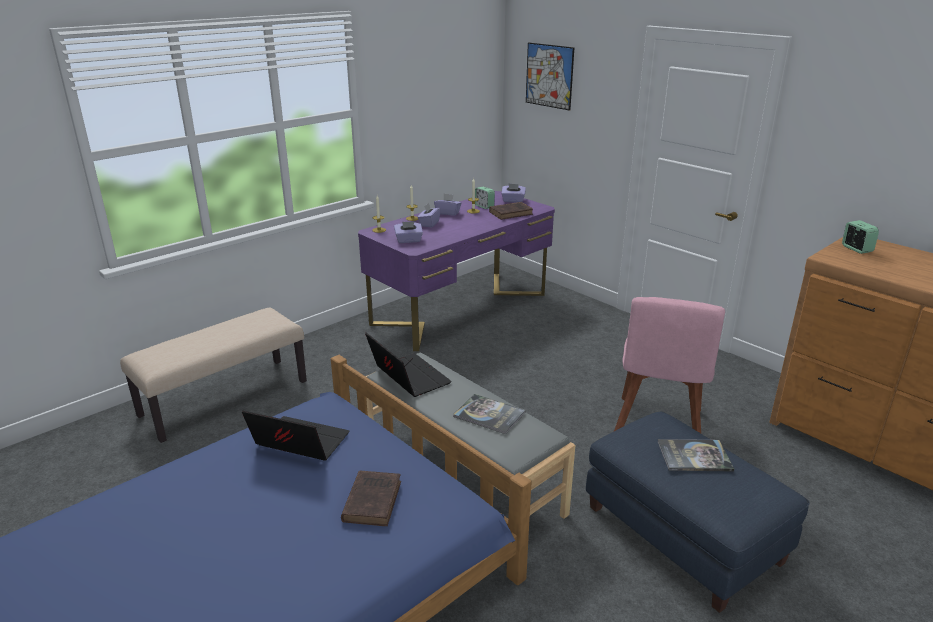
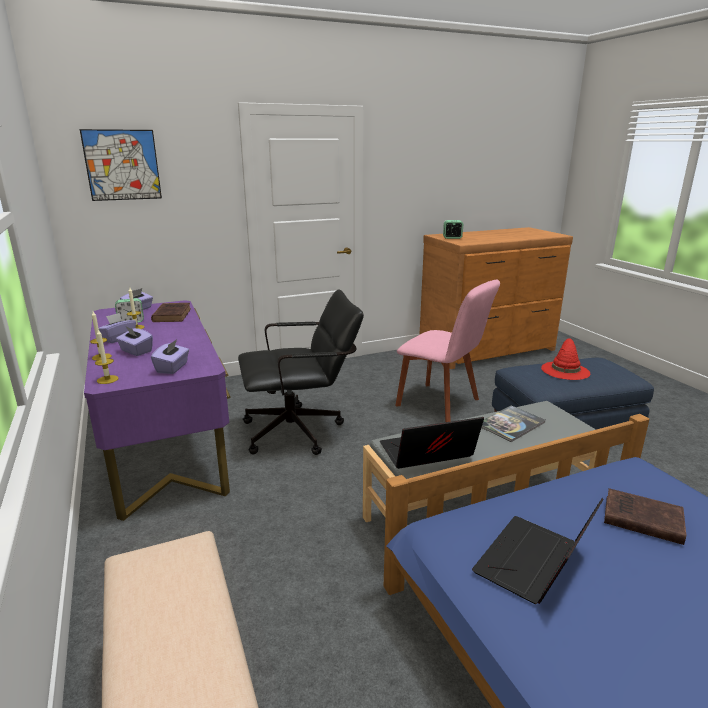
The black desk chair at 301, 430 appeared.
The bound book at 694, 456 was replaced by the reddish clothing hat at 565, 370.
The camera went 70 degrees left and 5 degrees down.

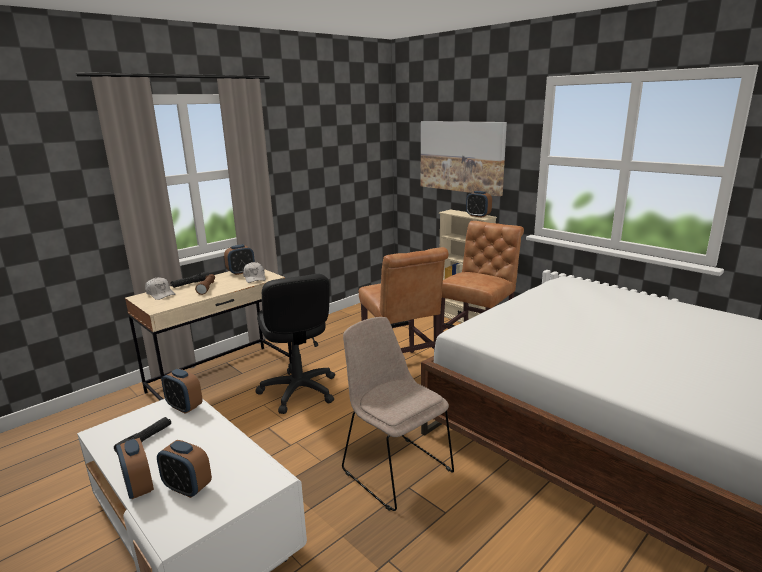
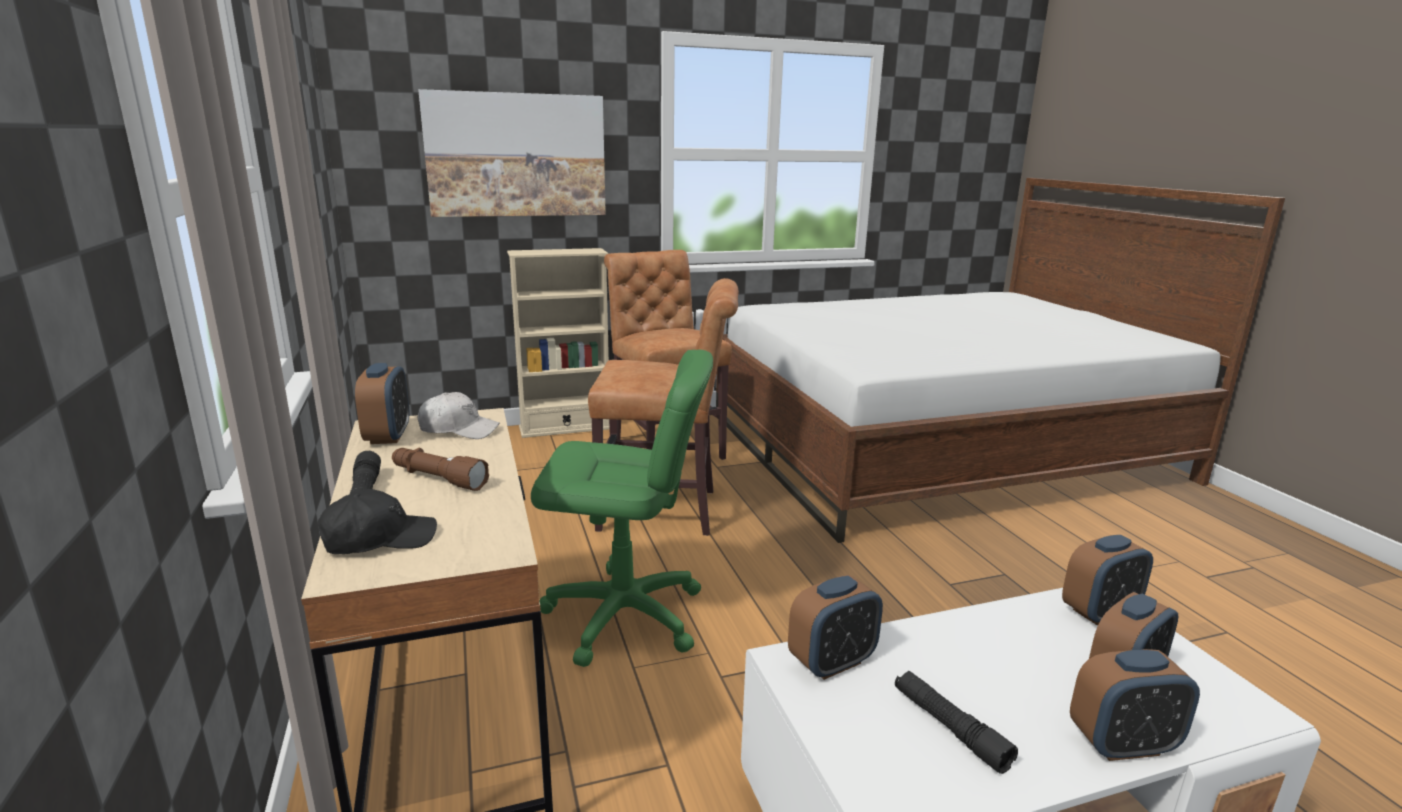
The beige-coloured plain chair at 395, 469 disappeared.
The alarm clock moved from 478, 216 to 1099, 612.
The white-coloured cap at 160, 294 became the black cap at 379, 539.
The black desk chair at 298, 391 became the green desk chair at 624, 615.
The camera went 65 degrees left and 0 degrees up.

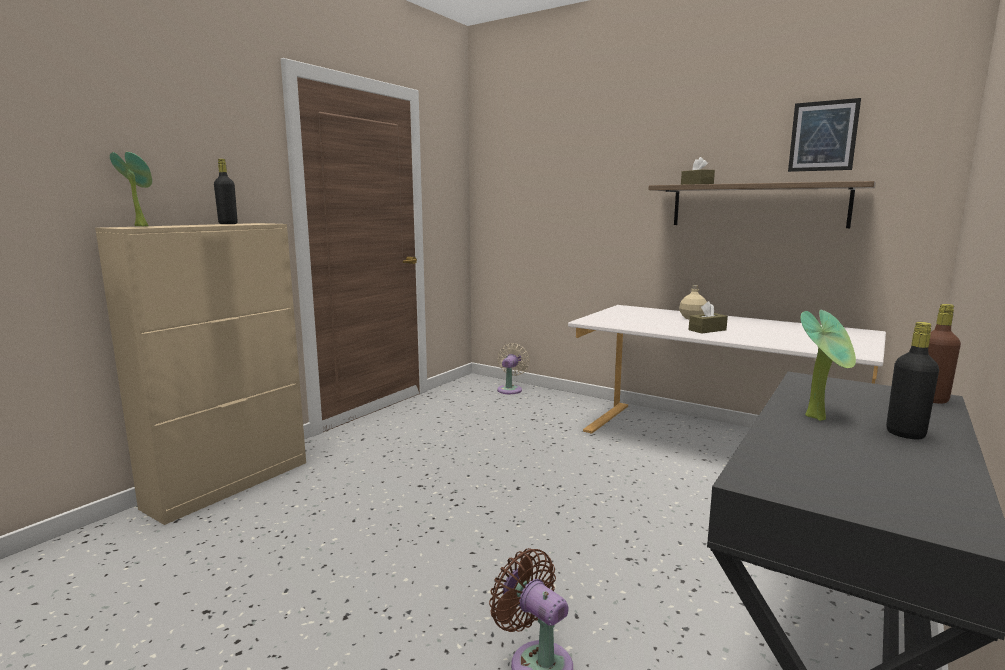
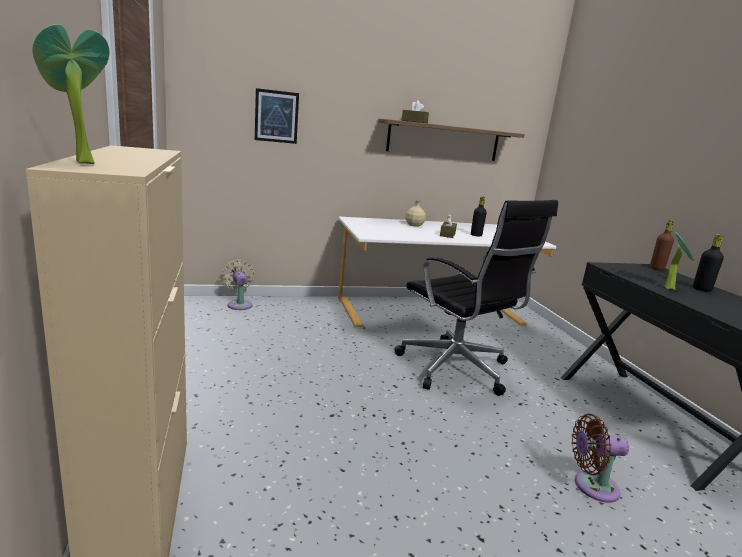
The black desk chair at 456, 369 appeared.
The black beverage bottle moved from 228, 224 to 476, 235.
The picture moved from 823, 136 to 276, 116.
The camera went 50 degrees left and 5 degrees up.

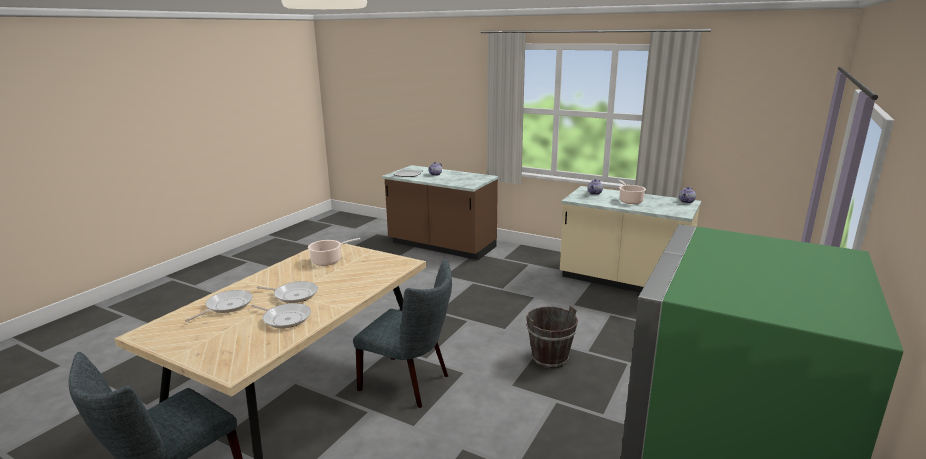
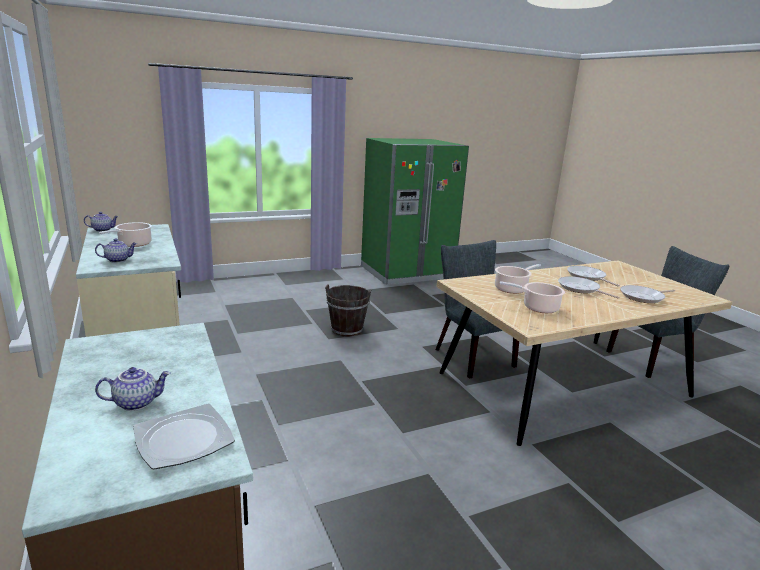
The stockpot at 512, 289 appeared.
The camera went 145 degrees left and 0 degrees up.

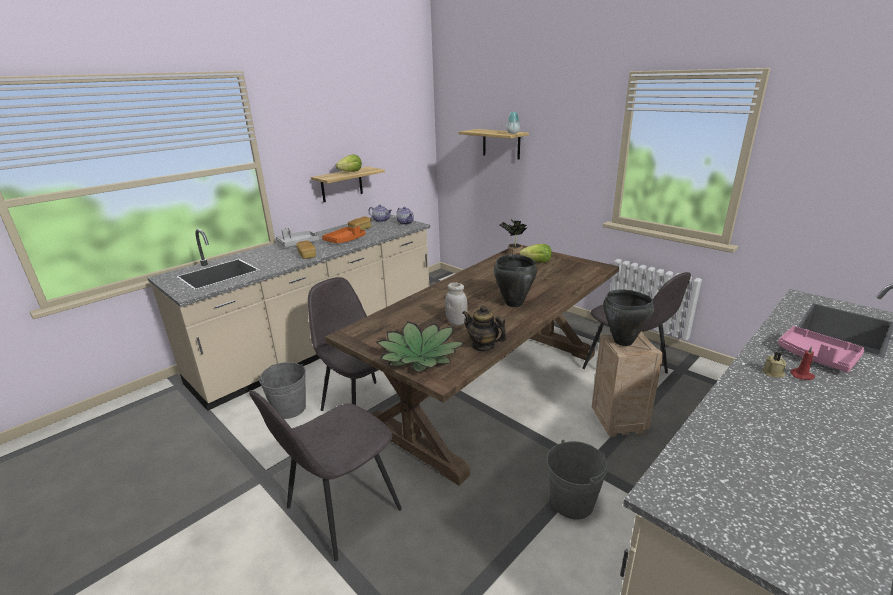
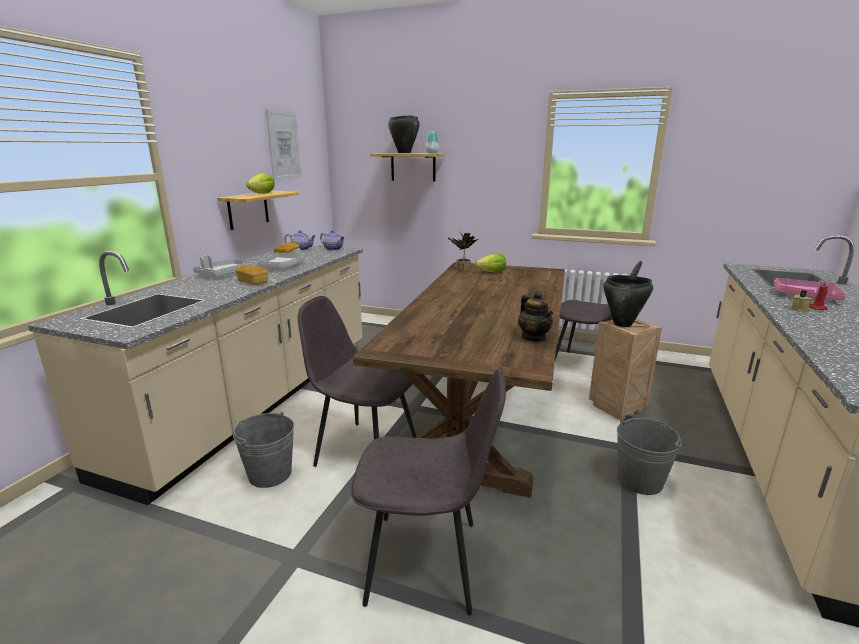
The potted plant at 420, 356 disappeared.
The white-coloured jar at 456, 322 disappeared.
The picture at 284, 145 appeared.
The black stockpot moved from 513, 303 to 404, 153.
The orangey serving tray at 345, 240 became the grey serving tray at 282, 267.
The grey plain chair at 341, 510 turned 105 degrees counterclockwise.
The teapot at 483, 346 turned 120 degrees counterclockwise.
The camera went 25 degrees left and 5 degrees down.

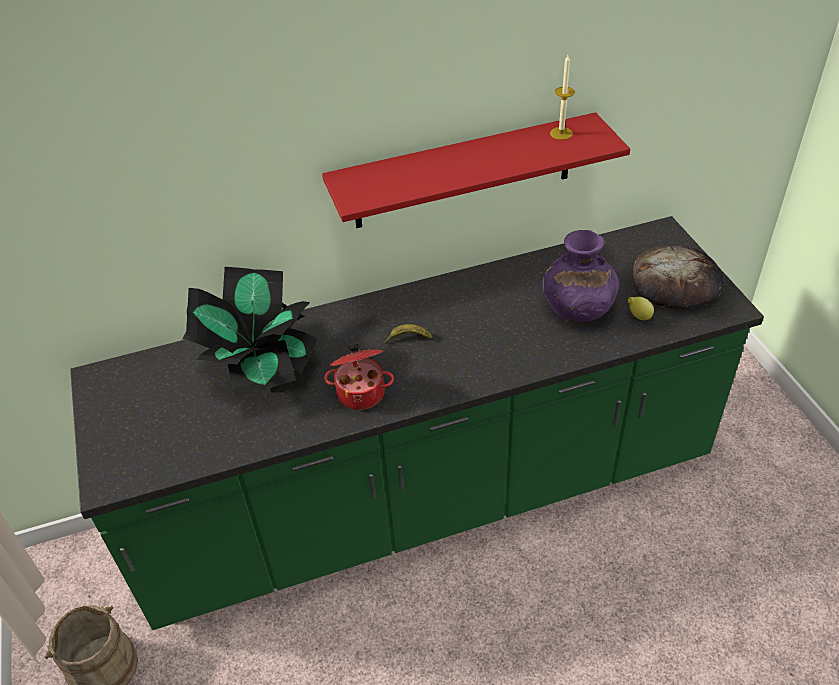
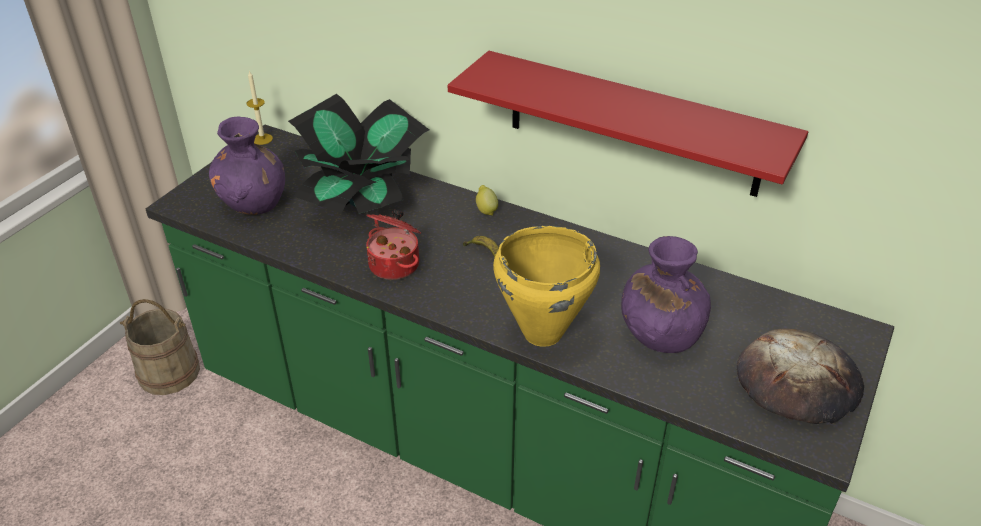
The purple flower vase at 254, 203 appeared.
The yellowish stockpot at 541, 332 appeared.
The wax light moved from 561, 133 to 262, 139.
The citrus fruit moved from 638, 316 to 486, 210.
The camera went 45 degrees right and 5 degrees down.

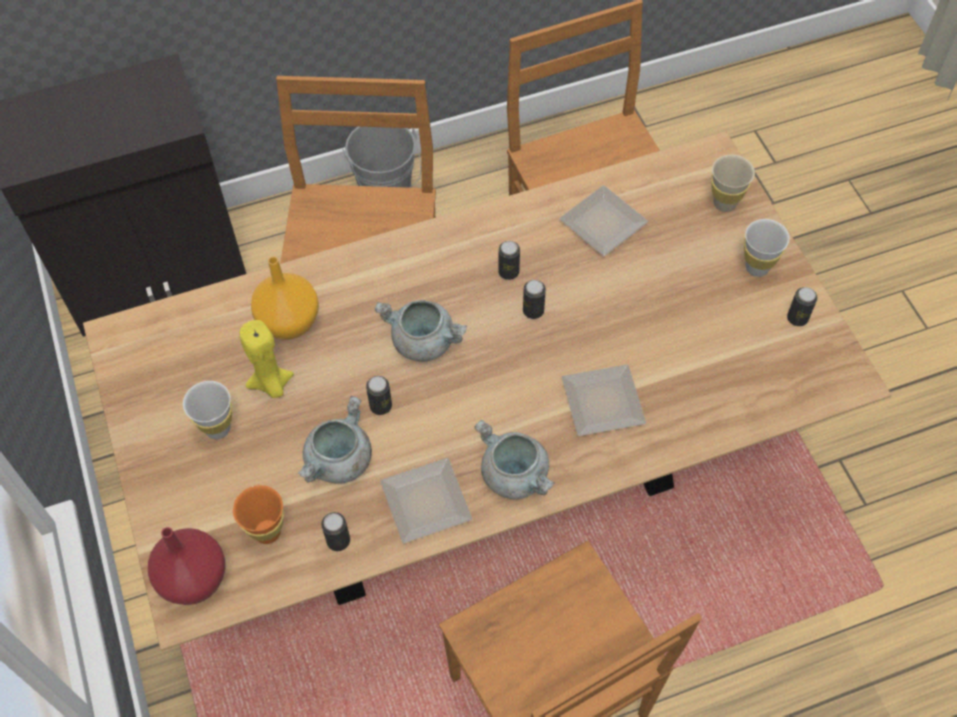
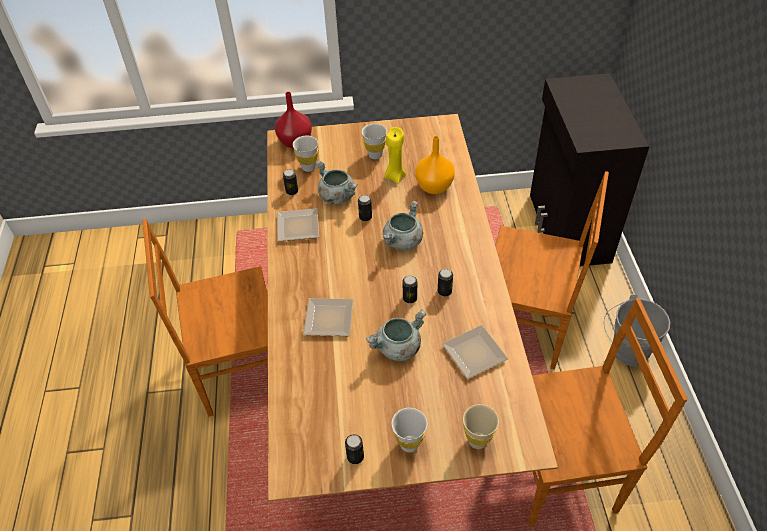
The grey stockpot moved from 515, 475 to 398, 348.
The orangey cup at 267, 532 became the white-coloured cup at 308, 167.
The camera went 105 degrees right and 10 degrees down.

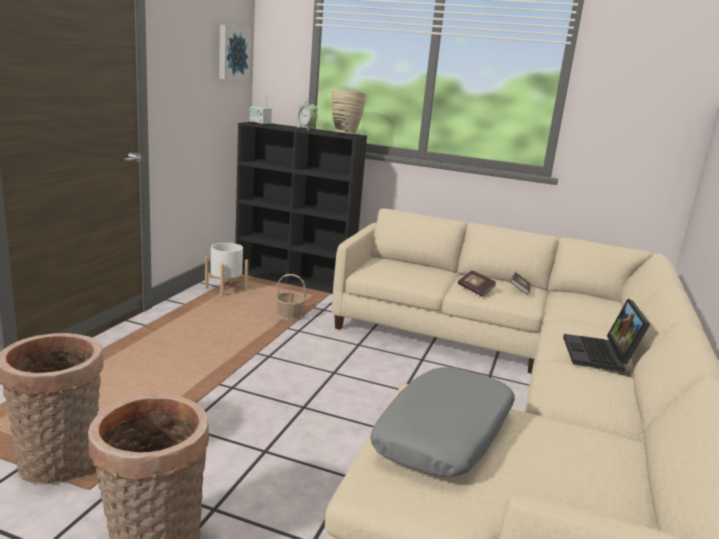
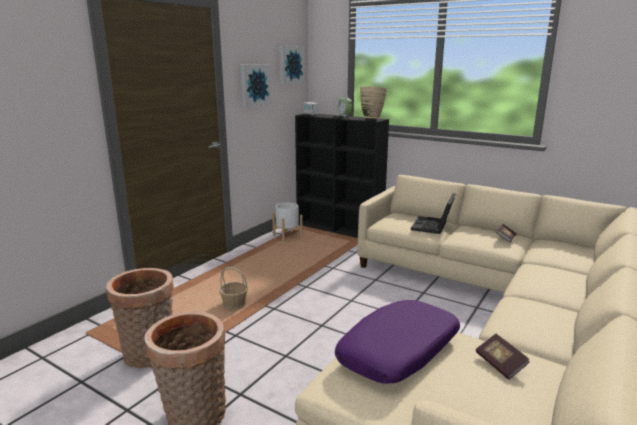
The picture at 254, 85 appeared.
The storage basket moved from 290, 316 to 234, 305.
The bound book moved from 475, 290 to 500, 364.
The portable computer moved from 600, 355 to 433, 227.
The grey throw pillow at 445, 435 became the purple throw pillow at 399, 352.
The camera went 15 degrees right and 0 degrees up.

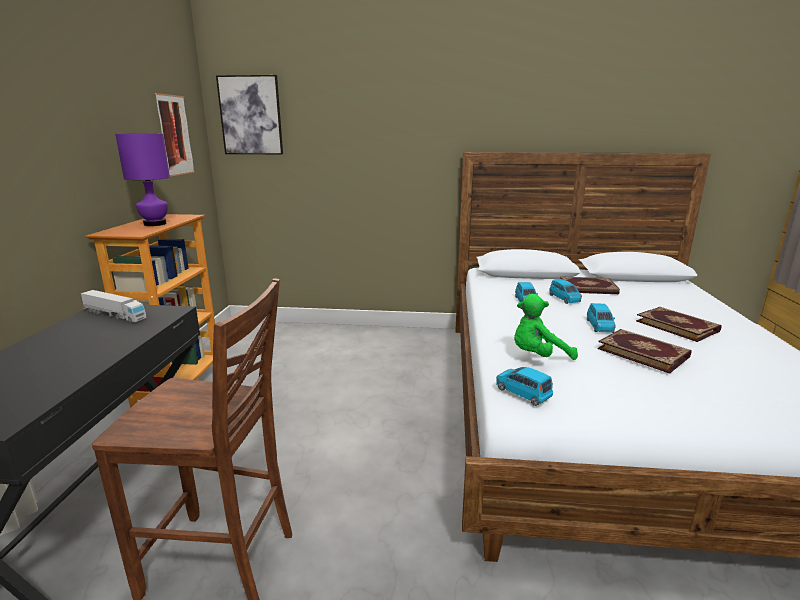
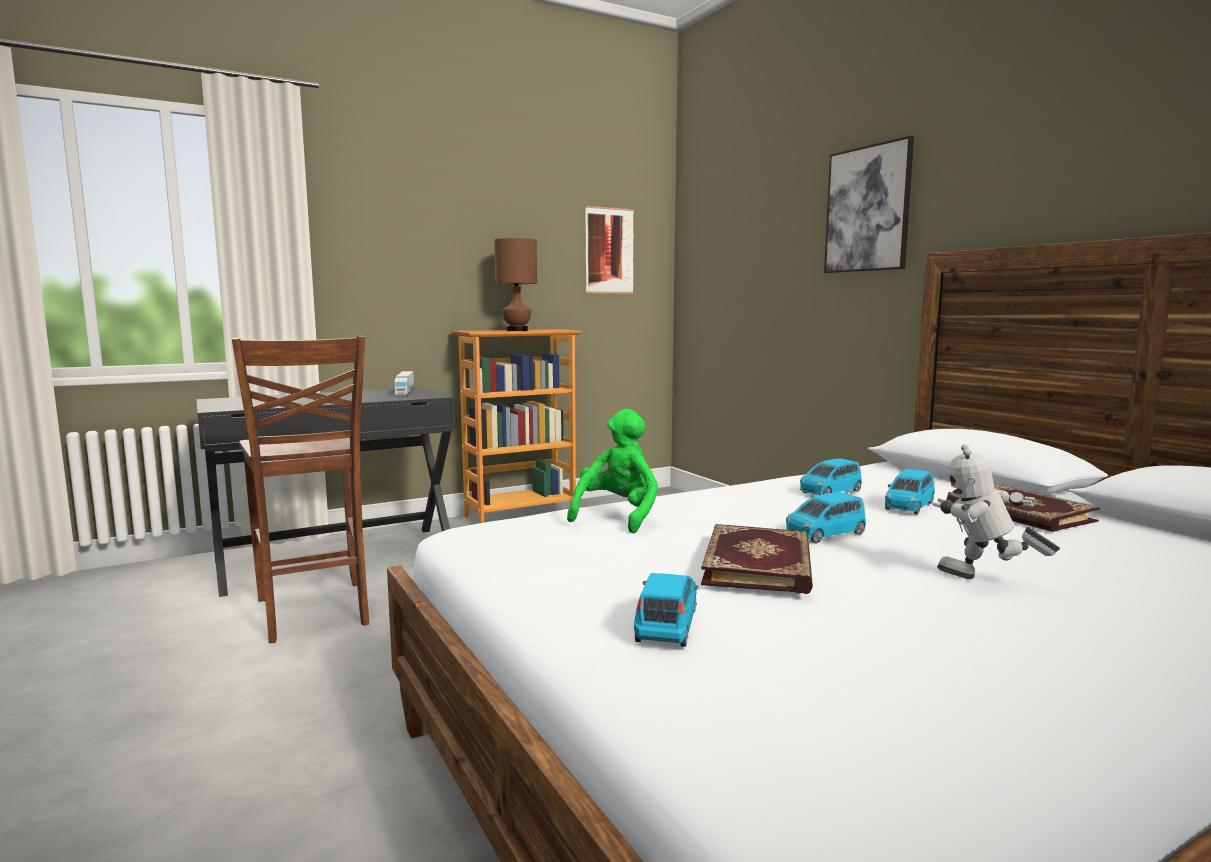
The picture moved from 251, 115 to 867, 209.
The blue-coloured miniature car moved from 523, 393 to 667, 625.
The bound book at 677, 326 was replaced by the toy robot at 984, 582.
The purple tabletop lamp at 155, 224 became the brown tabletop lamp at 517, 330.
The green cuddly toy at 538, 356 turned 75 degrees clockwise.
The camera went 55 degrees right and 10 degrees down.

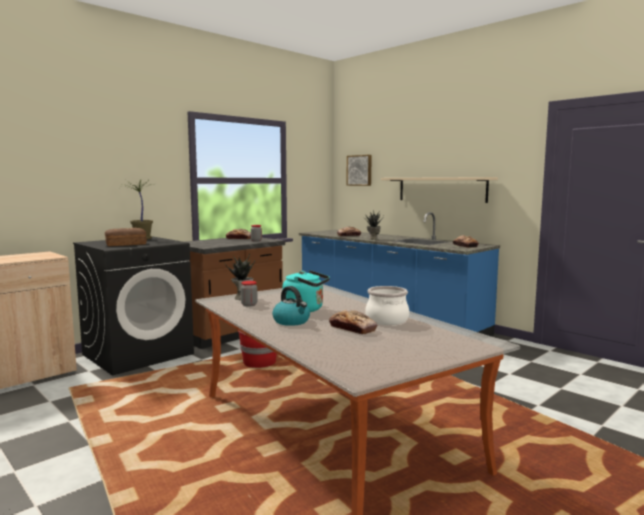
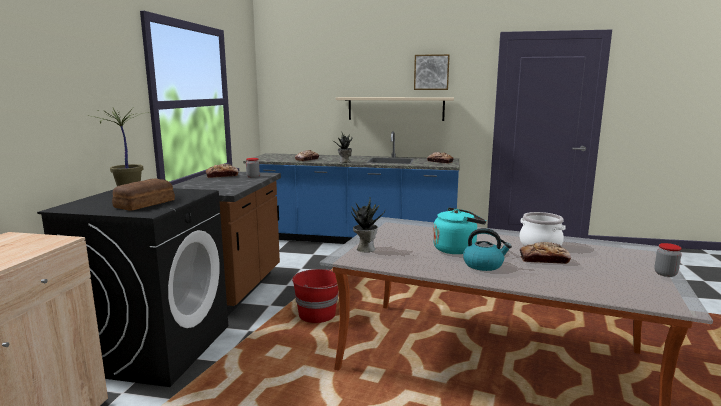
The jar moved from 249, 305 to 665, 274.
The picture moved from 359, 170 to 431, 72.
The camera went 35 degrees left and 5 degrees up.

